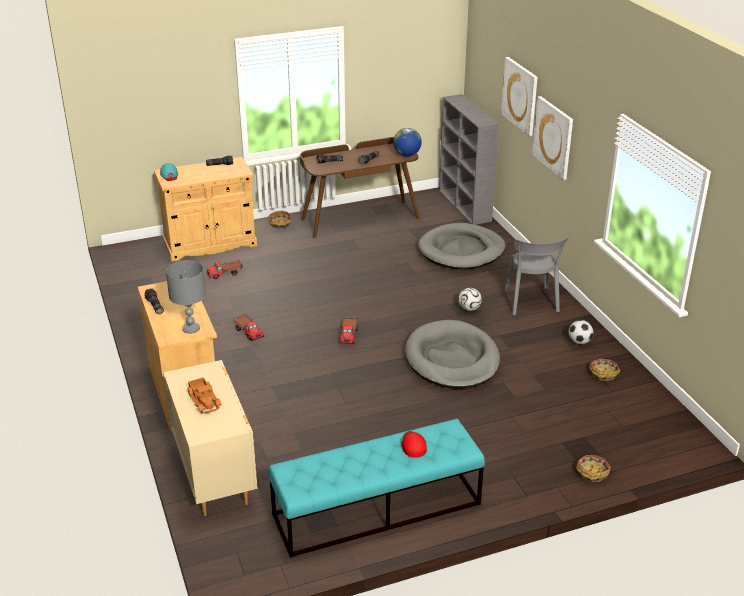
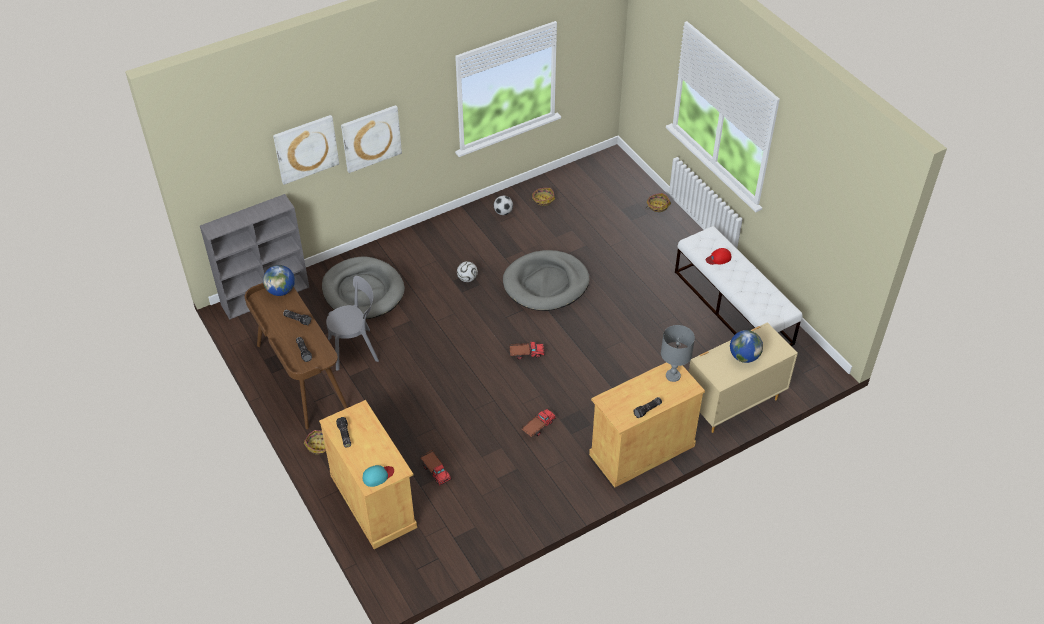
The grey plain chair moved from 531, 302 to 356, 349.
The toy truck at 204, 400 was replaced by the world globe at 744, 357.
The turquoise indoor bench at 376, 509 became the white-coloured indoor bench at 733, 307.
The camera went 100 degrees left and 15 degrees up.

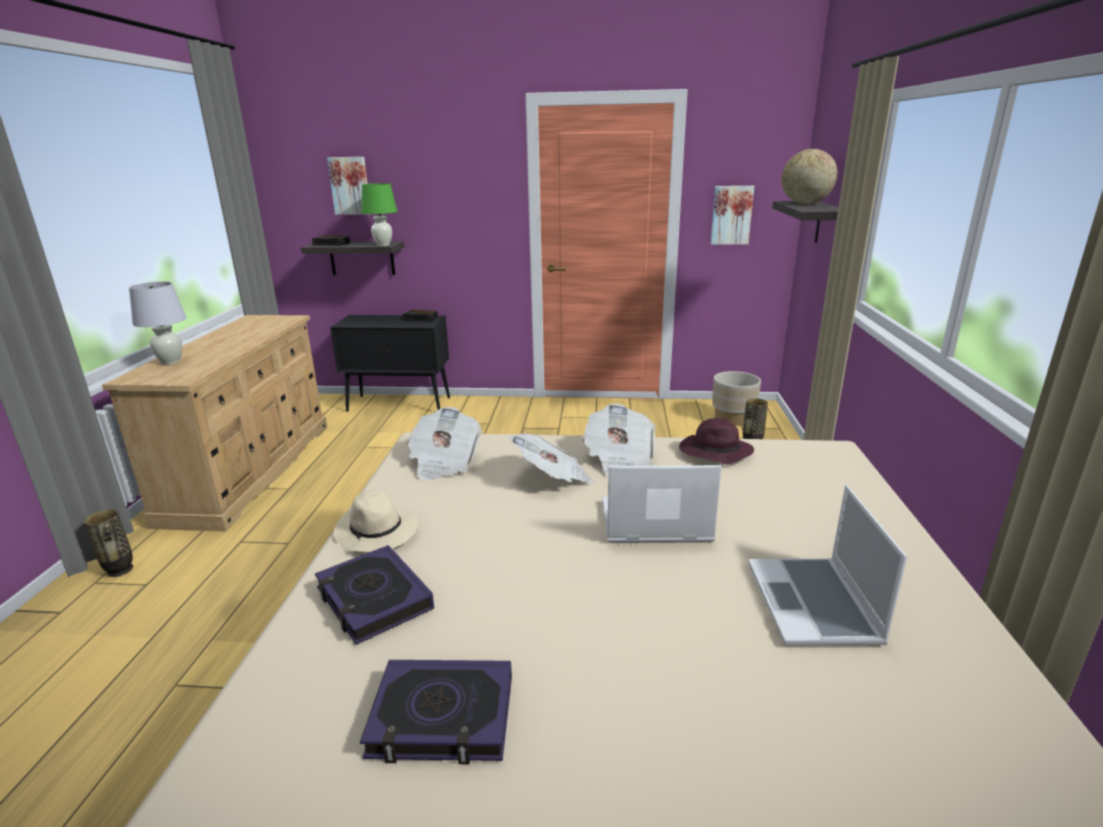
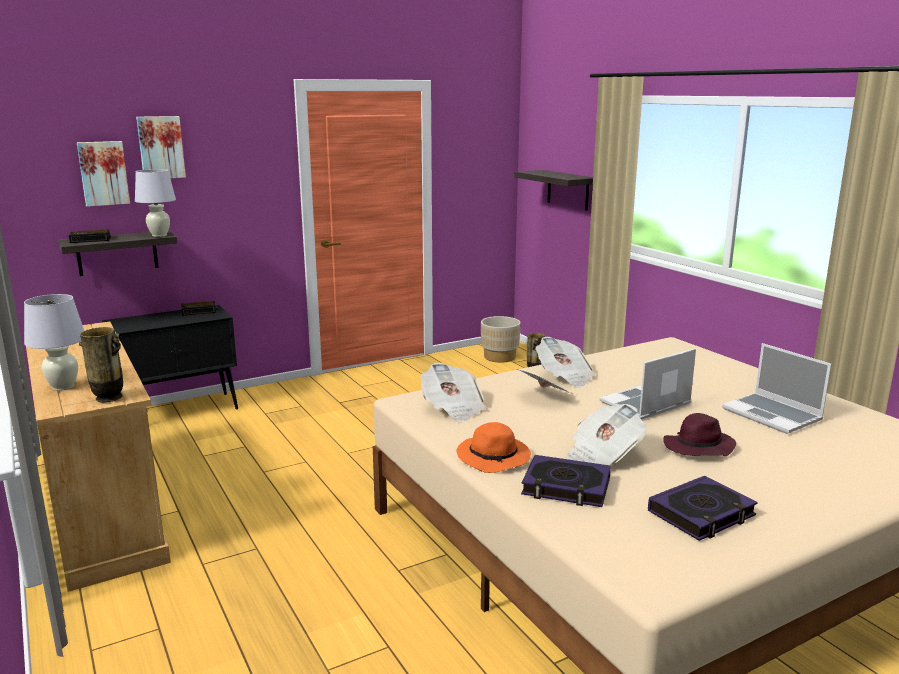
The world globe at 805, 203 disappeared.
The daily paper at 602, 455 appeared.
The flower vase moved from 120, 571 to 109, 398.
The purple clothing hat moved from 714, 453 to 698, 448.
The picture moved from 731, 215 to 161, 147.
The beige-coloured clothing hat at 378, 532 became the orangey clothing hat at 494, 458.
The green tabletop lamp at 383, 245 became the white-coloured tabletop lamp at 159, 235.
The camera went 35 degrees left and 5 degrees down.

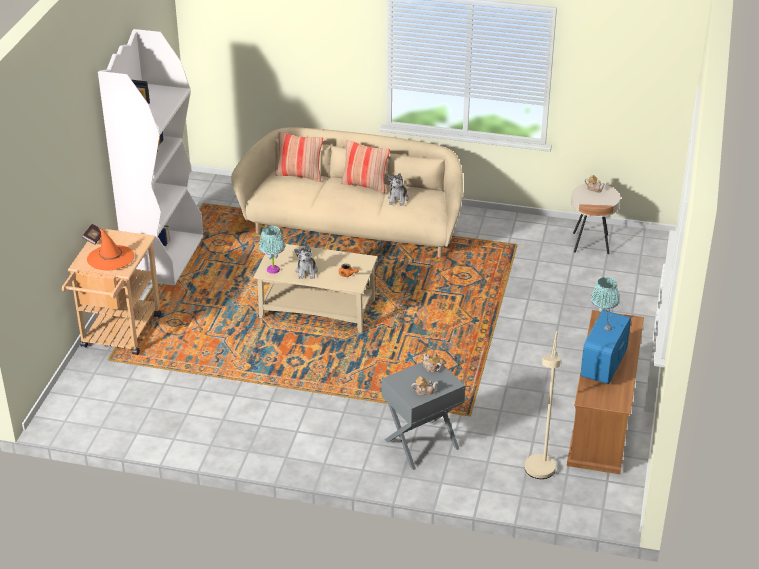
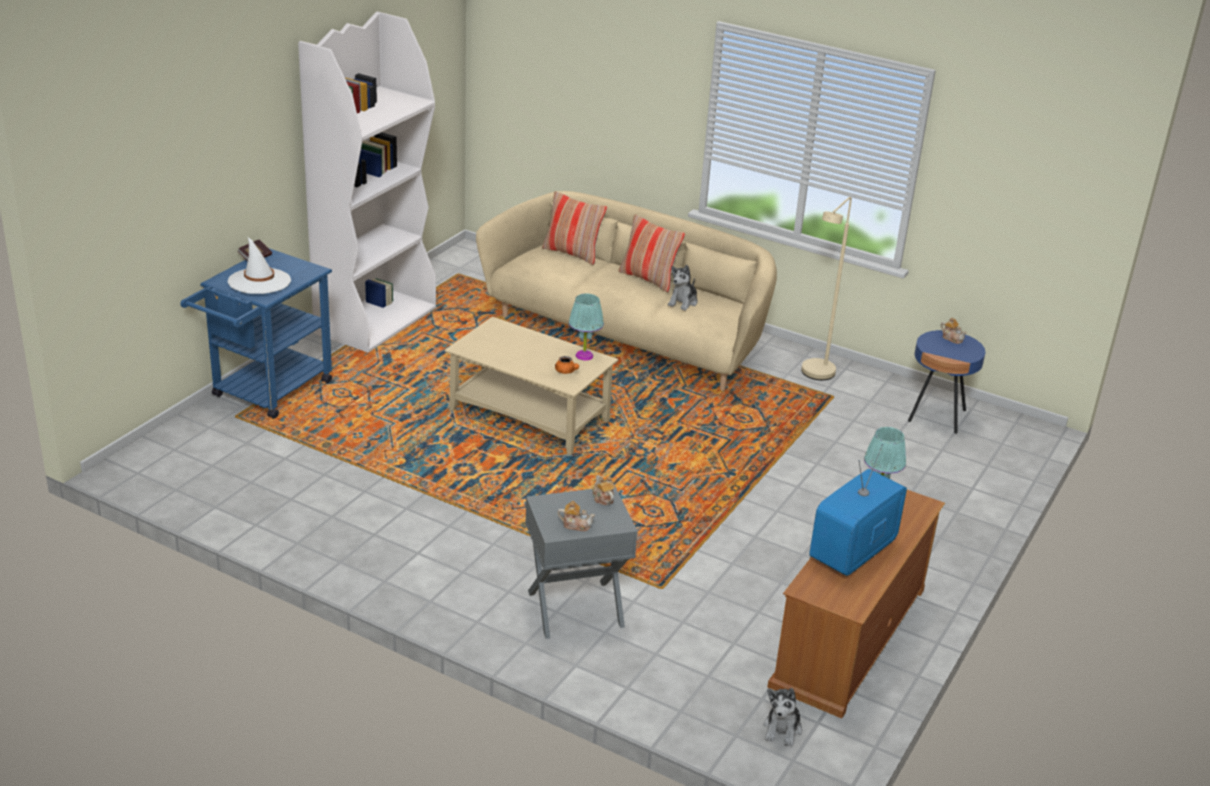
The turquoise tabletop lamp moved from 273, 269 to 584, 355.
The cuddly toy moved from 307, 272 to 782, 729.
The beige-coloured standing lamp moved from 540, 474 to 815, 376.
The beige-coloured trolley at 119, 336 became the blue-coloured trolley at 266, 393.
The orangey clothing hat at 110, 258 became the white-coloured clothing hat at 259, 281.
The beige-coloured side table at 590, 243 became the blue-coloured side table at 936, 416.
The camera went 15 degrees right and 5 degrees down.

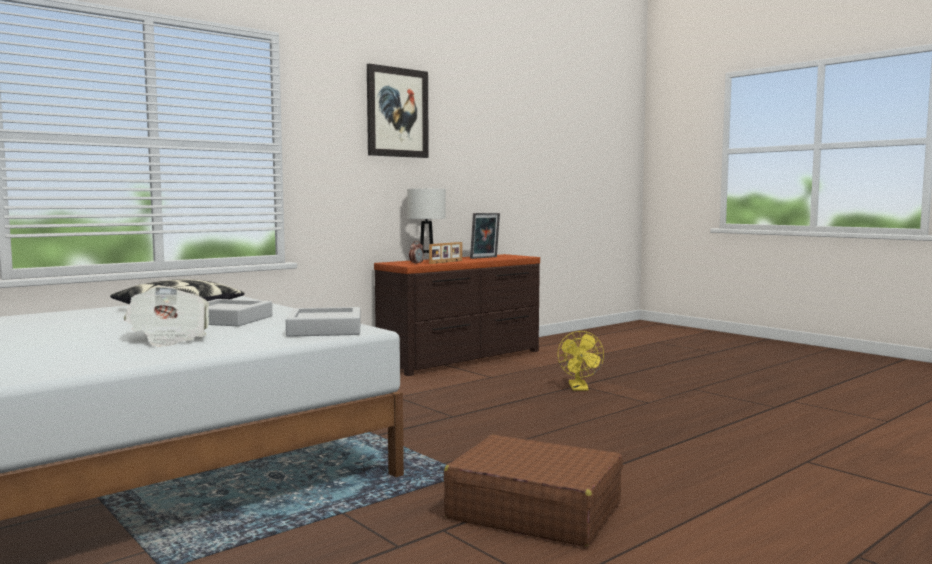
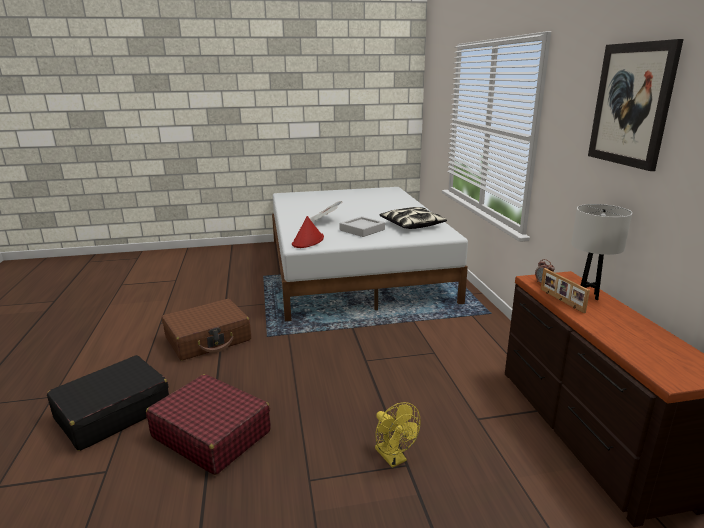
The photo frame at 485, 257 disappeared.
The black suitcase at 112, 412 appeared.
The reddish suitcase at 211, 434 appeared.
The grey serving tray at 325, 329 was replaced by the reddish clothing hat at 308, 241.
The yellowish electric fan at 579, 388 turned 150 degrees counterclockwise.
The camera went 120 degrees right and 15 degrees up.

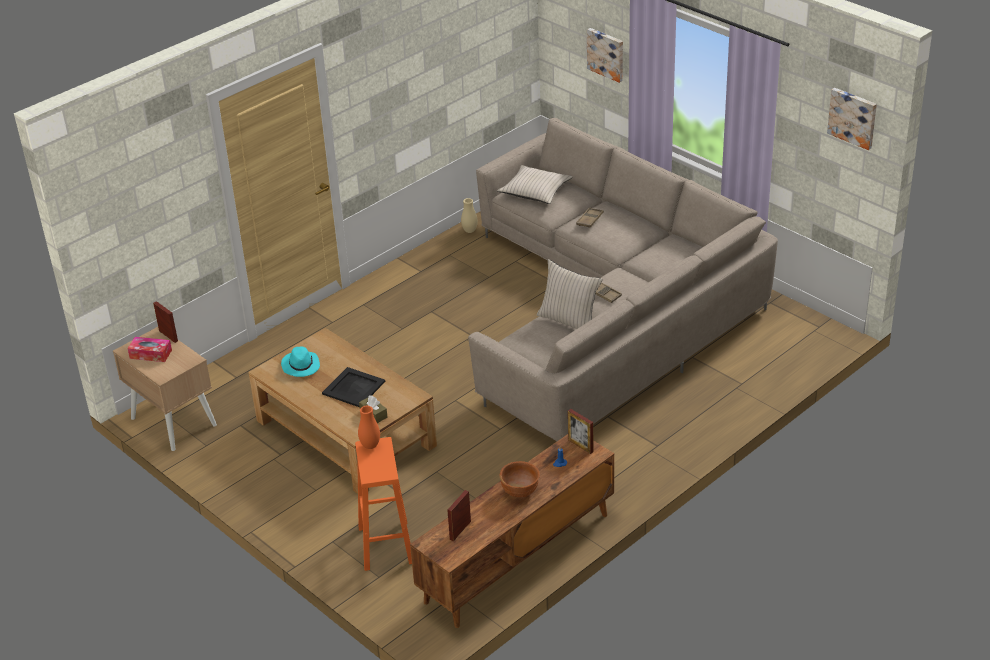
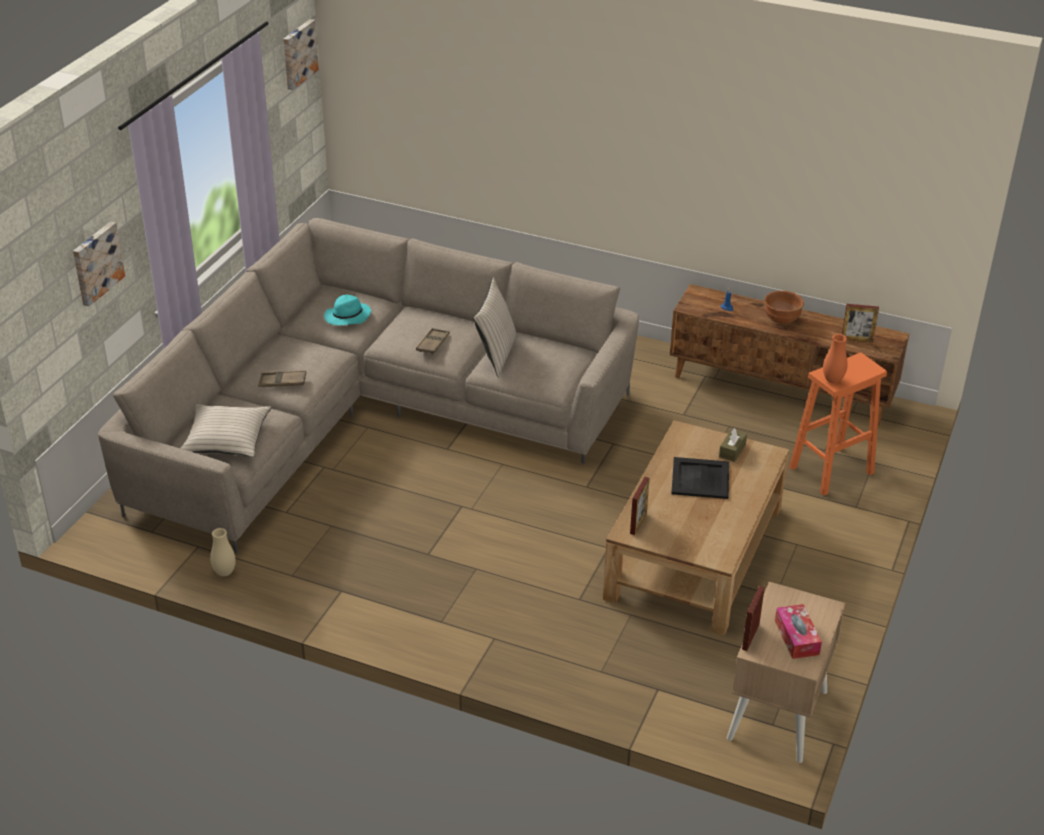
The turquoise clothing hat moved from 300, 366 to 347, 317.
The photo frame moved from 580, 446 to 638, 523.
The camera went 115 degrees left and 0 degrees up.

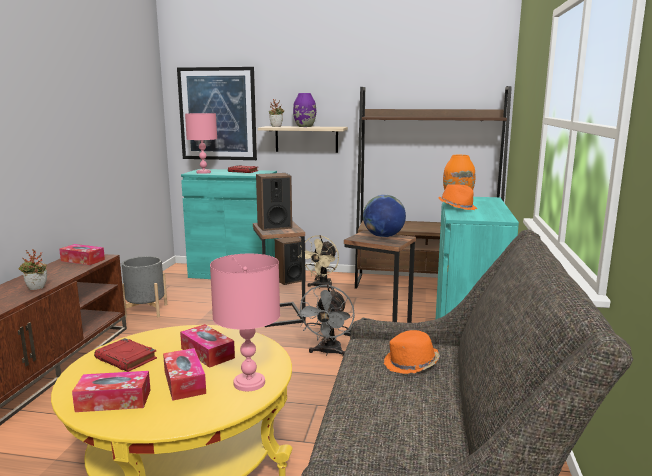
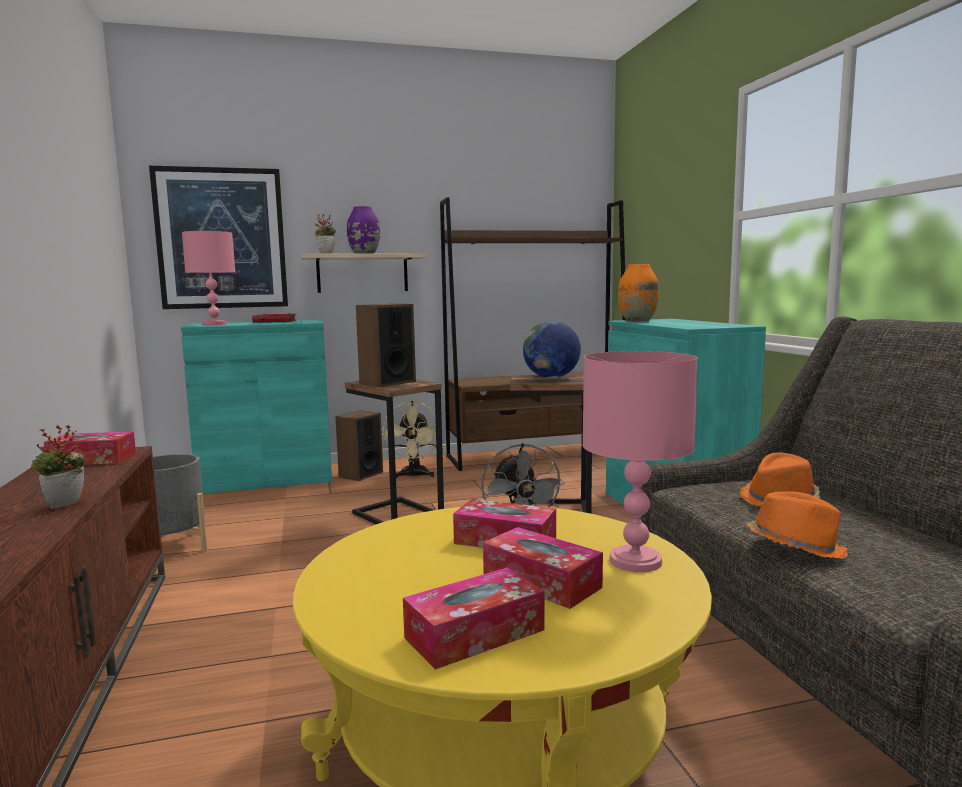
The reddish bound book at 126, 359 disappeared.
The orangey clothing hat moved from 457, 207 to 795, 547.
The camera went 25 degrees left and 5 degrees down.

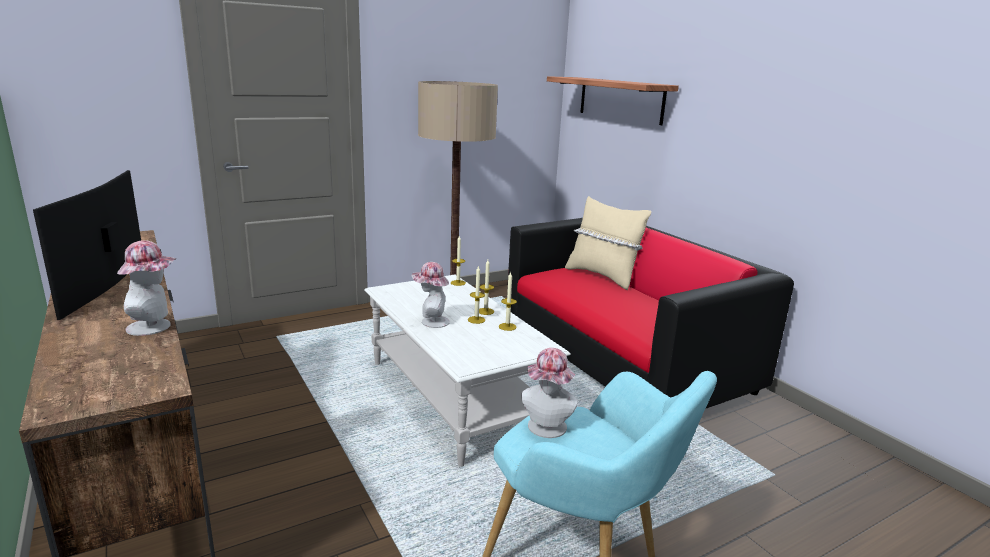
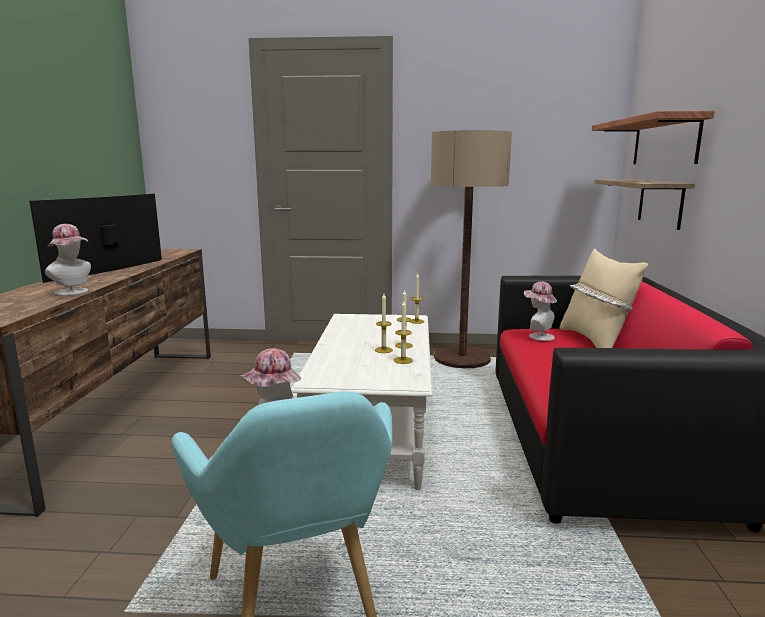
The wall shelf at 660, 202 appeared.
The clothing hat moved from 431, 322 to 538, 336.
The camera went 35 degrees right and 5 degrees down.

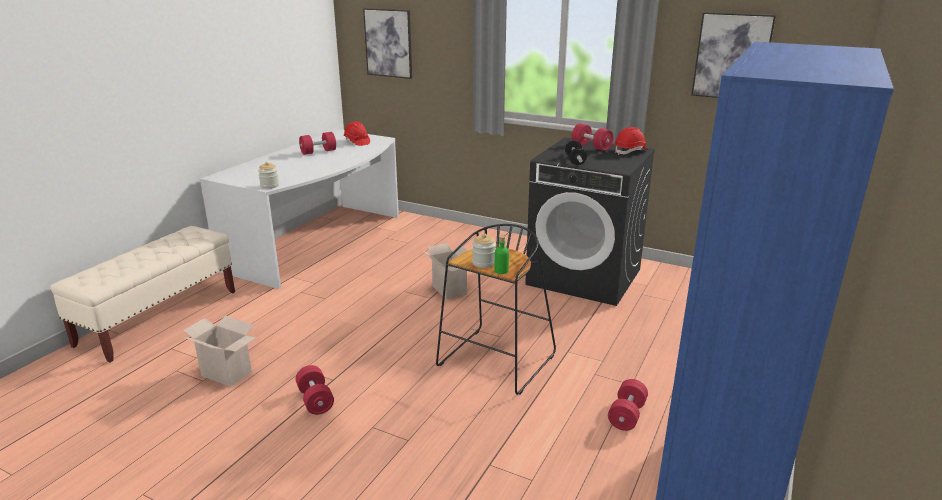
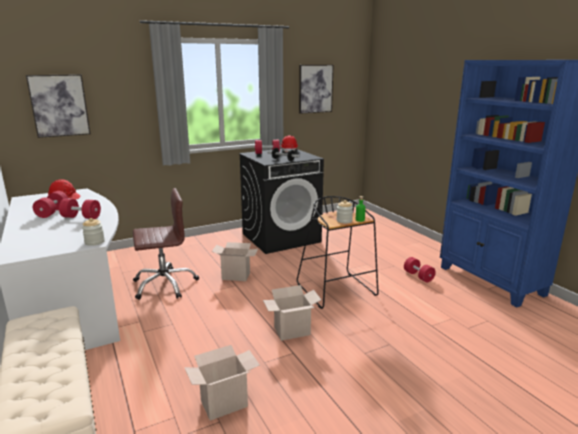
The brown desk chair at 164, 284 appeared.
The cardboard box at 291, 332 appeared.
The reddish hand weight moved from 315, 400 to 81, 217.
The camera went 55 degrees left and 5 degrees down.

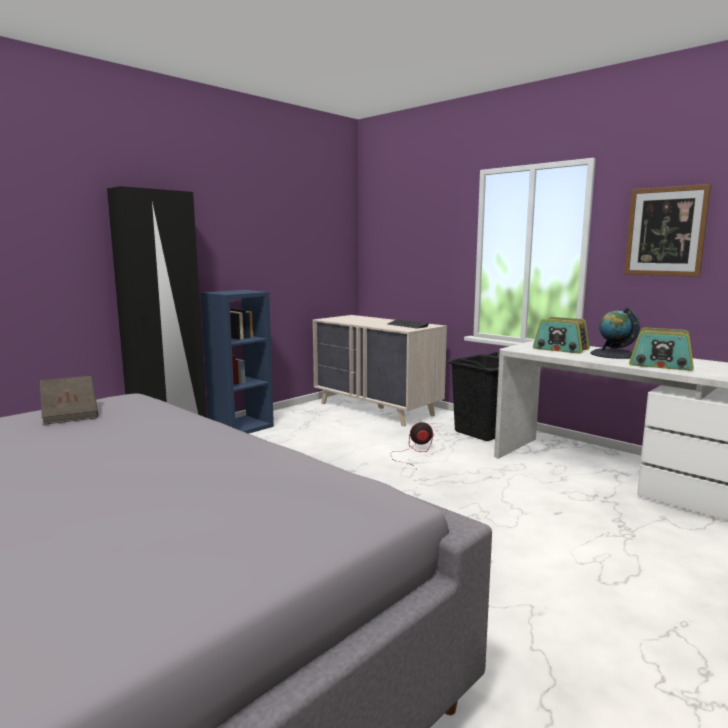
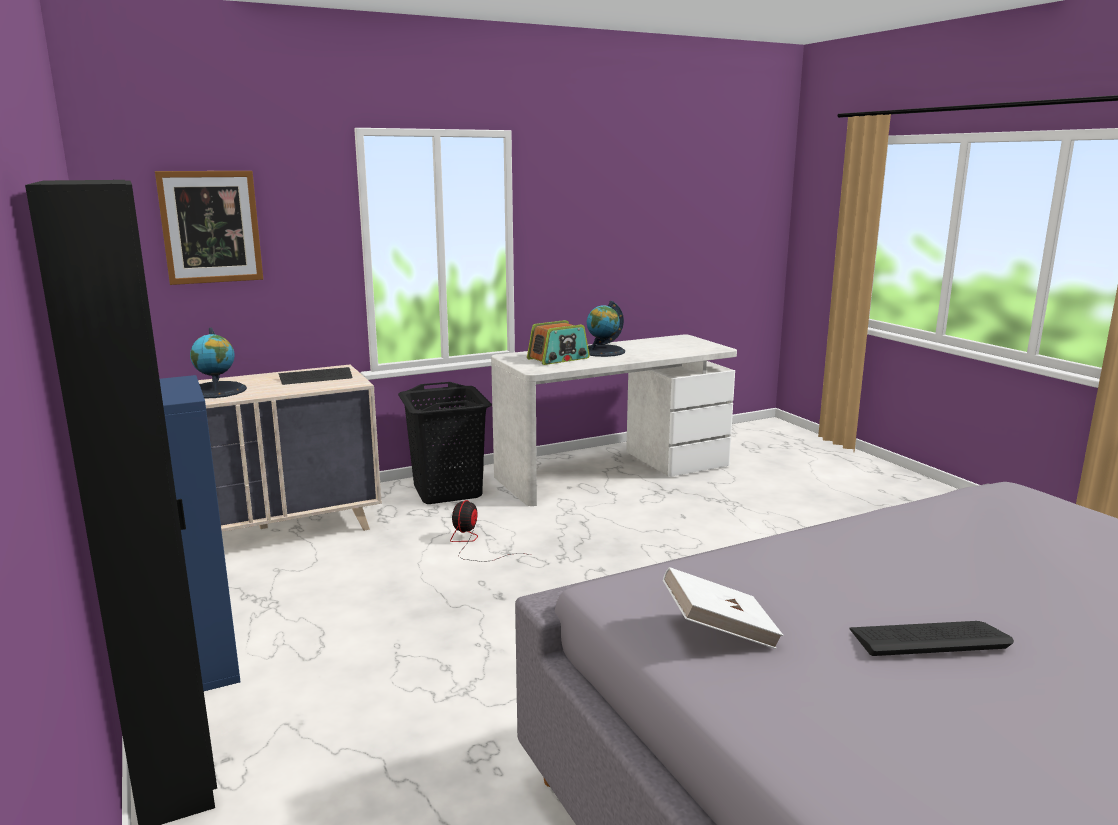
The radio at 660, 365 disappeared.
The world globe at 217, 390 appeared.
The keyboard at 928, 639 appeared.
The picture moved from 665, 231 to 211, 227.
The brown bound book at 70, 414 became the white-coloured bound book at 719, 631.
The camera went 70 degrees left and 5 degrees up.

